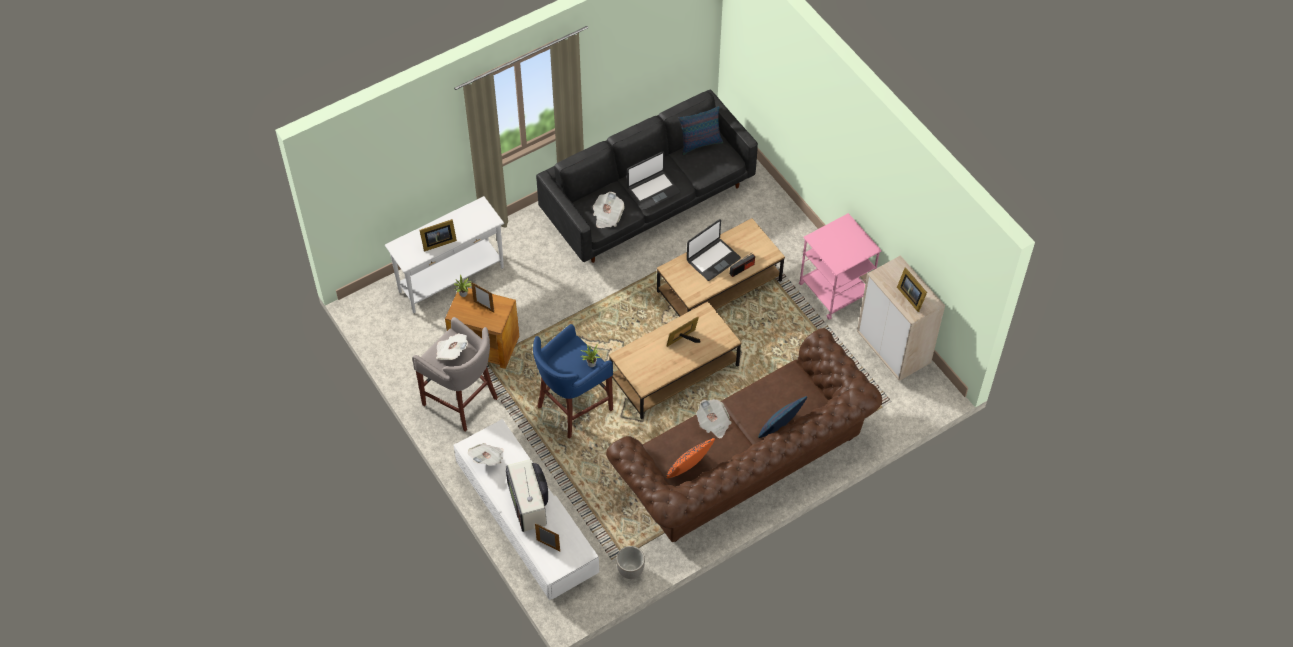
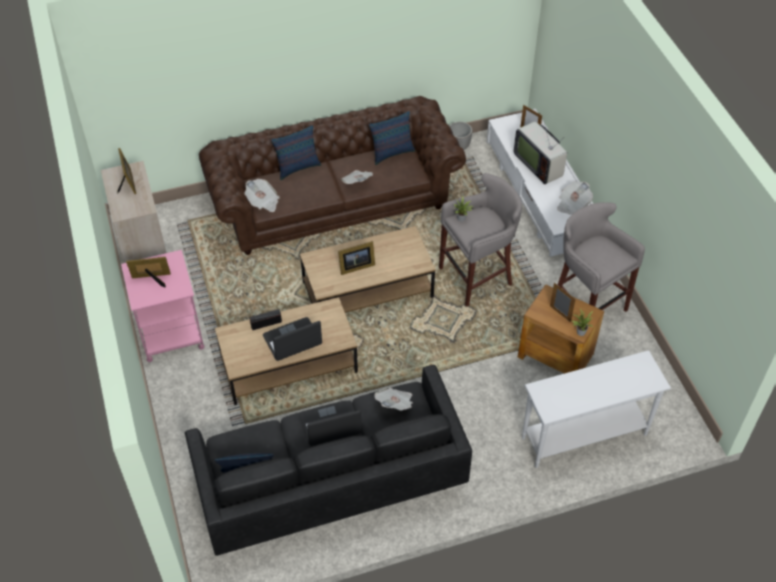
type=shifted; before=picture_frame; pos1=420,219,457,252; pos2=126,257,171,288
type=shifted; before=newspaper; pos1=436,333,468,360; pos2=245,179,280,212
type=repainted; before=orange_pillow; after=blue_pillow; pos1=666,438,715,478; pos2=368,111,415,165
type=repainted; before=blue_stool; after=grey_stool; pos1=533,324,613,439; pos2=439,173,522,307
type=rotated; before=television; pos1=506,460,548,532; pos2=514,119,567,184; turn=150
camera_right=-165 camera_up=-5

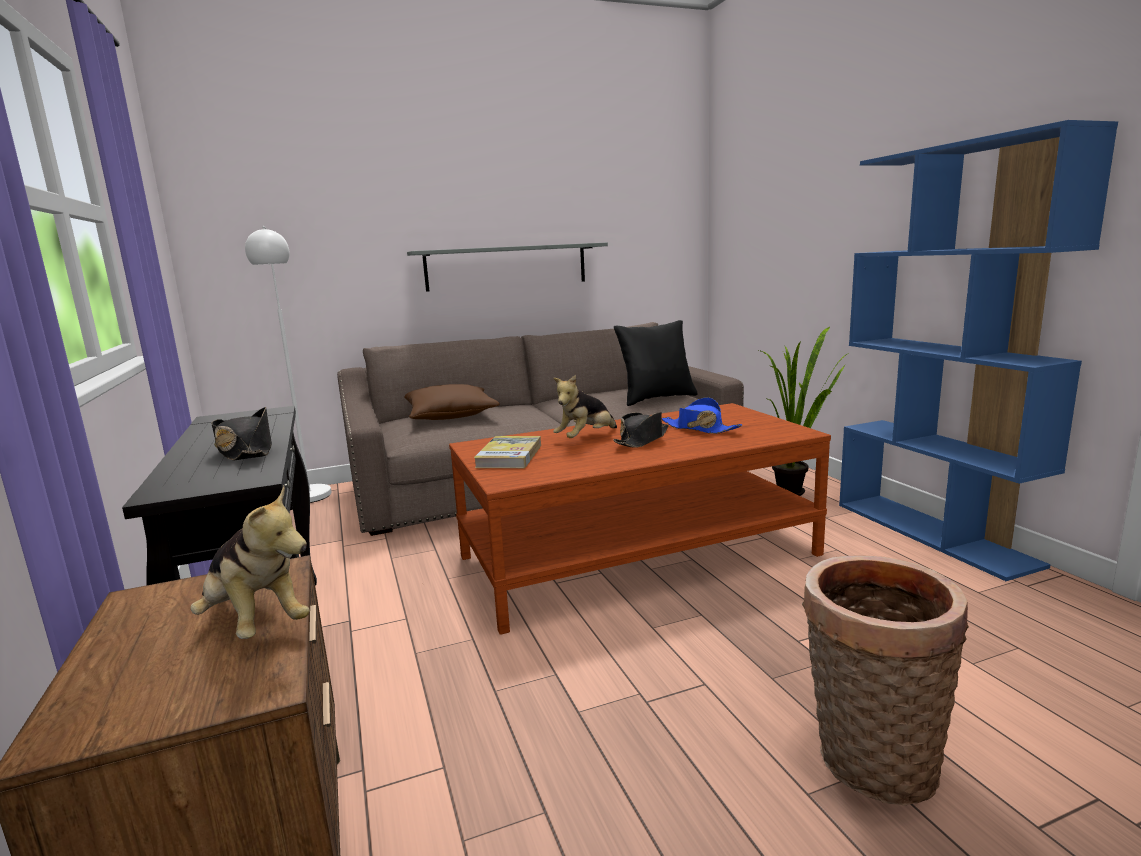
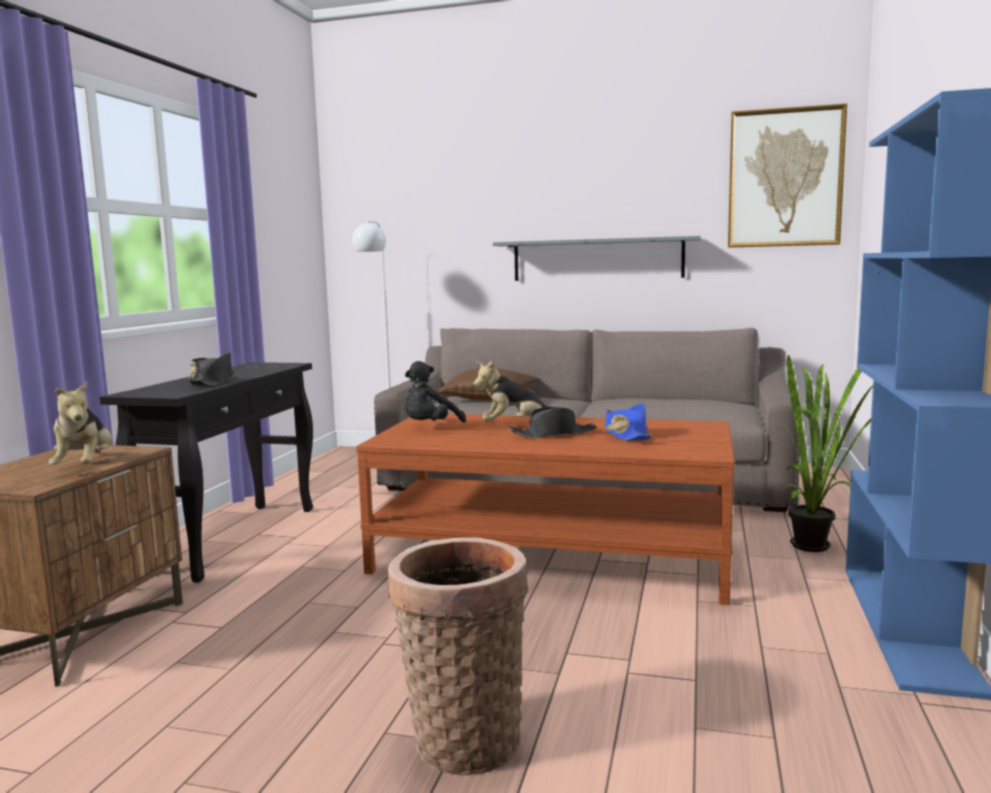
type=swapped; before=book; after=black_plush_toy; pos1=474,436,541,468; pos2=405,361,466,422
type=new; after=picture; pos2=728,104,847,248
type=gone; before=black_pillow; pos1=614,320,698,406
camera_right=35 camera_up=-5

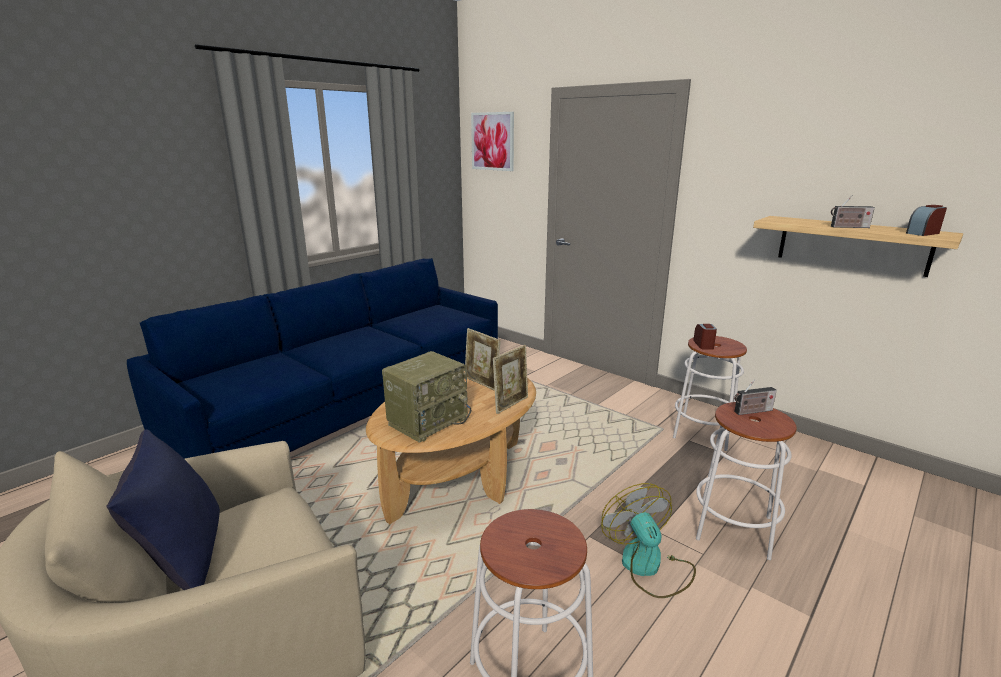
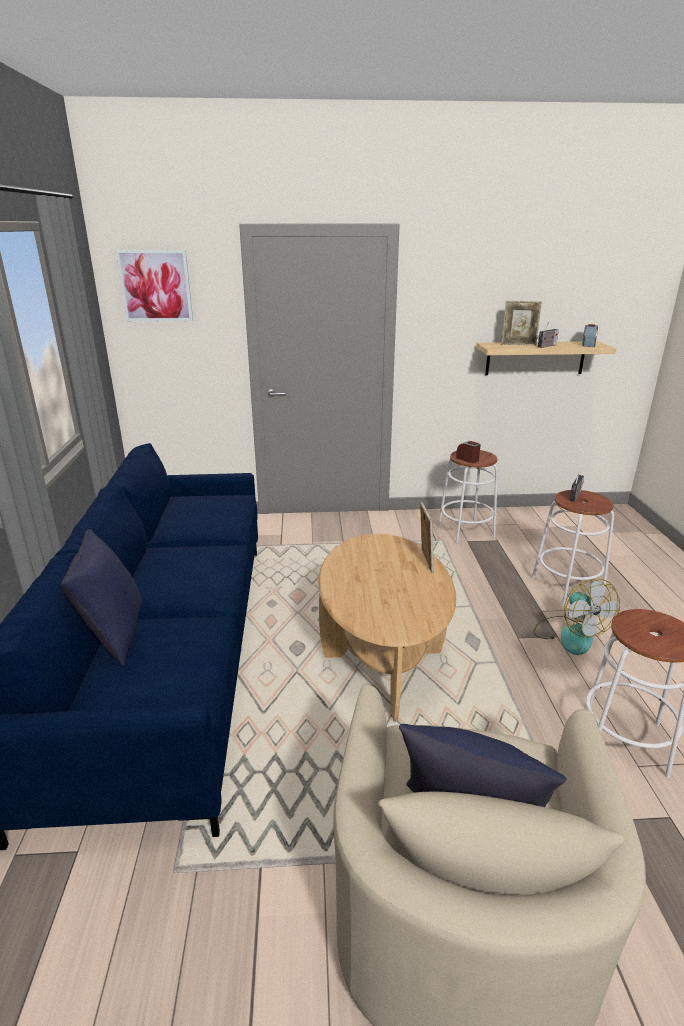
type=new; after=blue_pillow; pos2=61,529,142,665
type=shifted; before=picture_frame; pos1=465,328,501,391; pos2=501,301,542,345
type=rotated; before=fan; pos1=601,483,696,598; pos2=533,578,620,655; turn=-135
type=gone; before=radio; pos1=382,351,471,443
camera_right=-45 camera_up=5

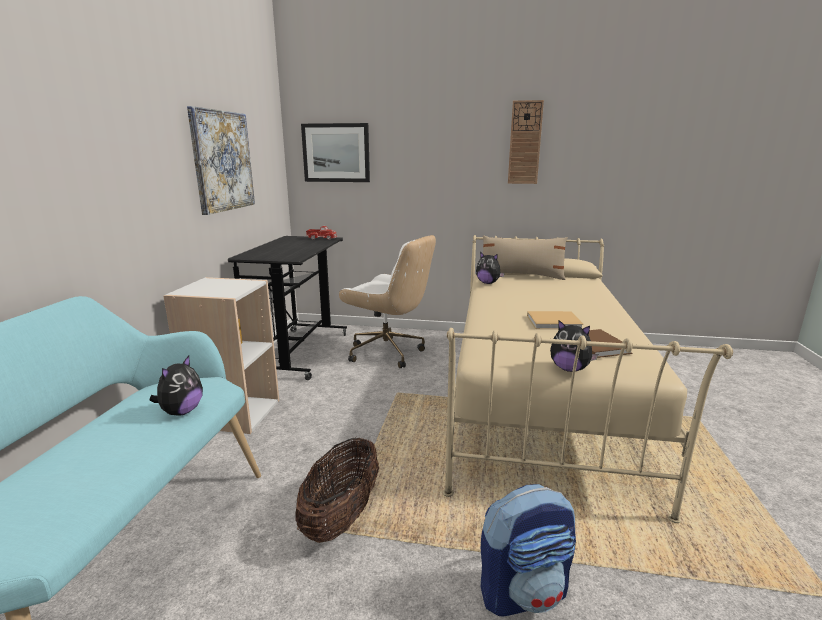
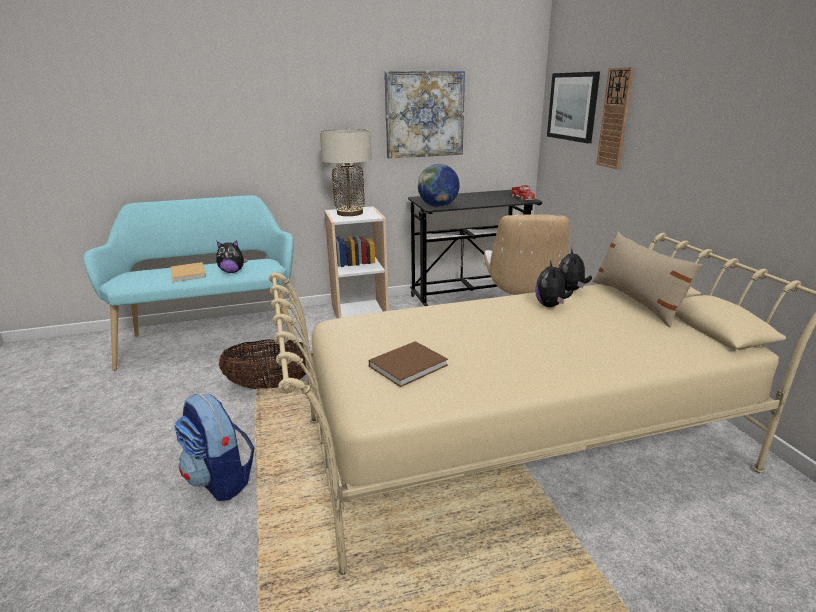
type=shifted; before=beige_book; pos1=527,311,584,329; pos2=171,262,206,282
type=new; after=table_lamp; pos2=320,129,372,216
type=new; after=globe; pos2=418,164,460,207
type=shifted; before=plush_toy; pos1=550,320,598,372; pos2=535,260,573,307
type=shifted; before=wall_clock; pos1=508,100,544,184; pos2=596,67,634,169
camera_right=65 camera_up=5

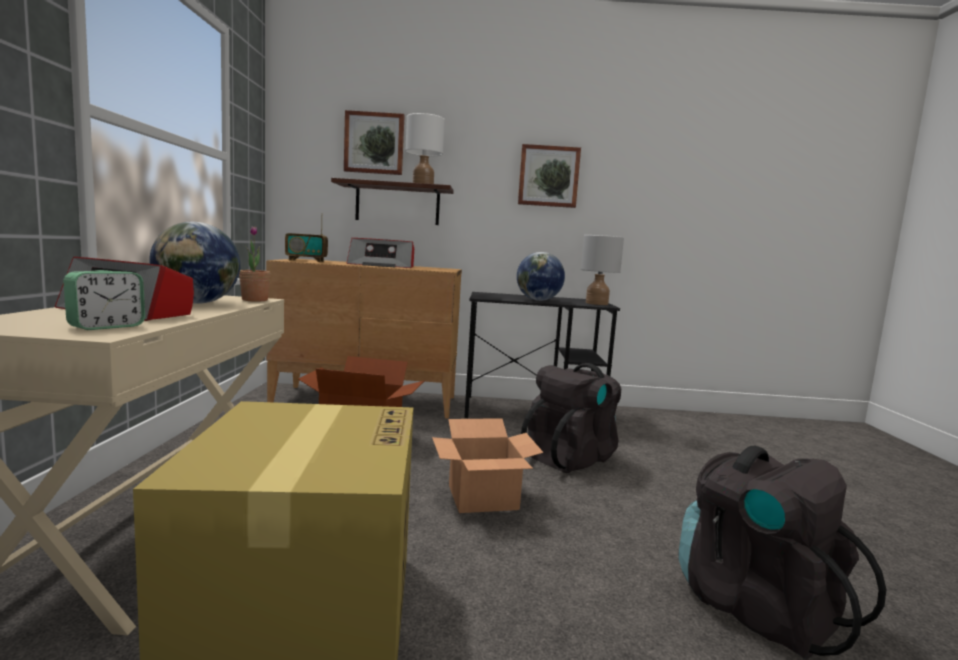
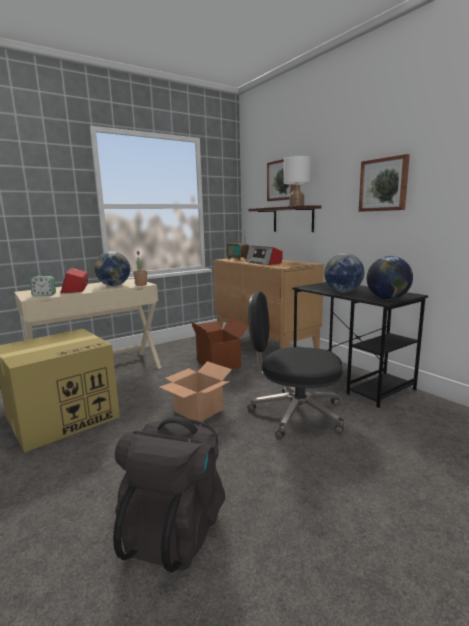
type=swapped; before=black_backpack; after=black_office_chair; pos1=521,363,621,473; pos2=247,292,344,439
type=swapped; before=grey_table_lamp; after=globe; pos1=581,235,624,305; pos2=367,256,413,300
camera_right=55 camera_up=5

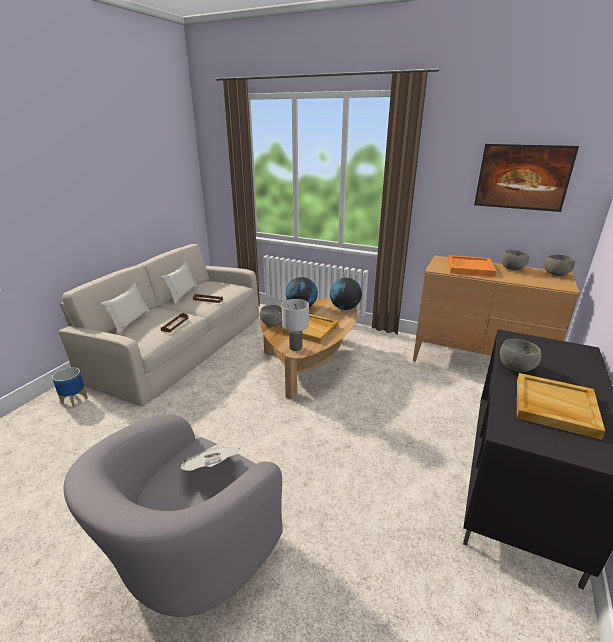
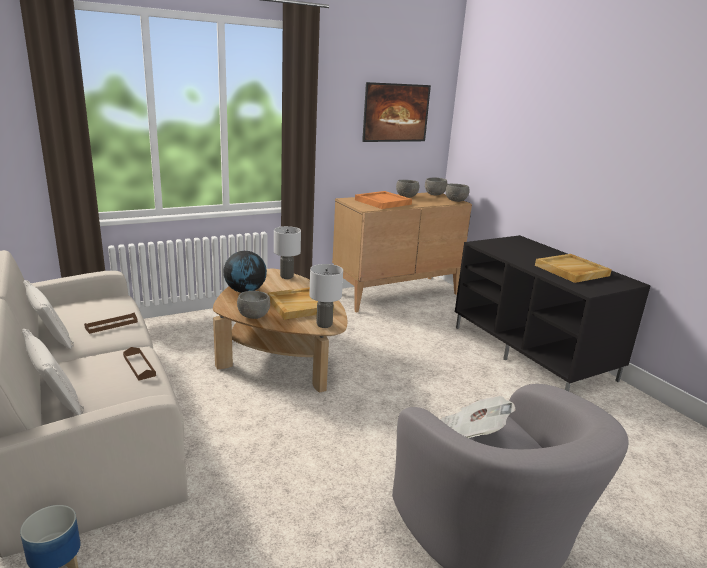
type=swapped; before=globe; after=white_table_lamp; pos1=330,278,362,310; pos2=274,226,301,279
type=shifted; before=grey_bowl; pos1=500,339,541,372; pos2=446,184,469,202
camera_right=-55 camera_up=-5

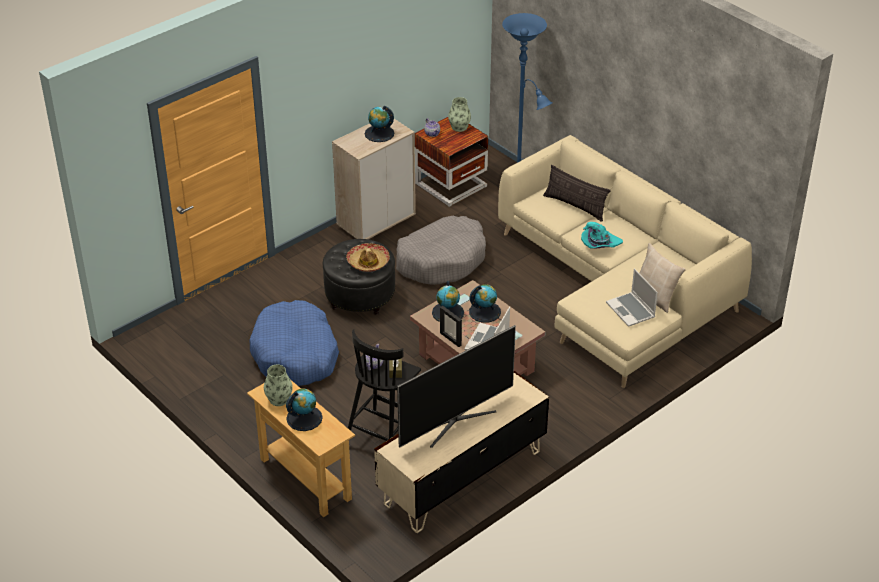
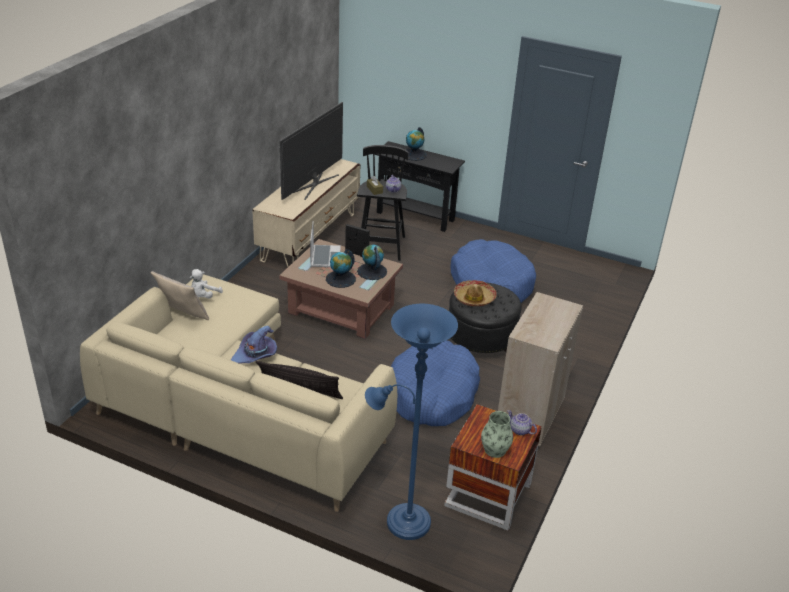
type=swapped; before=laptop; after=white_plush_toy; pos1=606,269,658,327; pos2=190,269,223,299
type=repainted; before=turquoise_hat; after=purple_hat; pos1=581,222,623,249; pos2=231,326,277,364
type=repainted; before=beige_console_table; after=black_console_table; pos1=247,380,355,517; pos2=375,141,465,232
type=repainted; before=grey_dog_bed; after=blue_dog_bed; pos1=396,216,486,285; pos2=391,341,480,426
type=gone; before=vase; pos1=264,364,293,406
type=gone; before=globe; pos1=365,106,394,142
camera_right=155 camera_up=-5

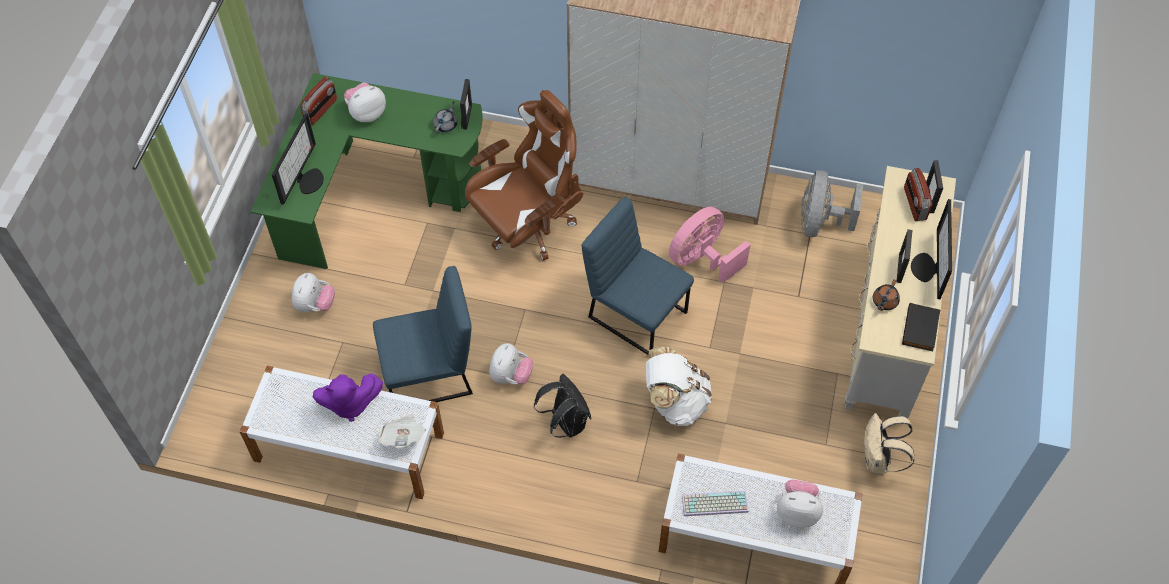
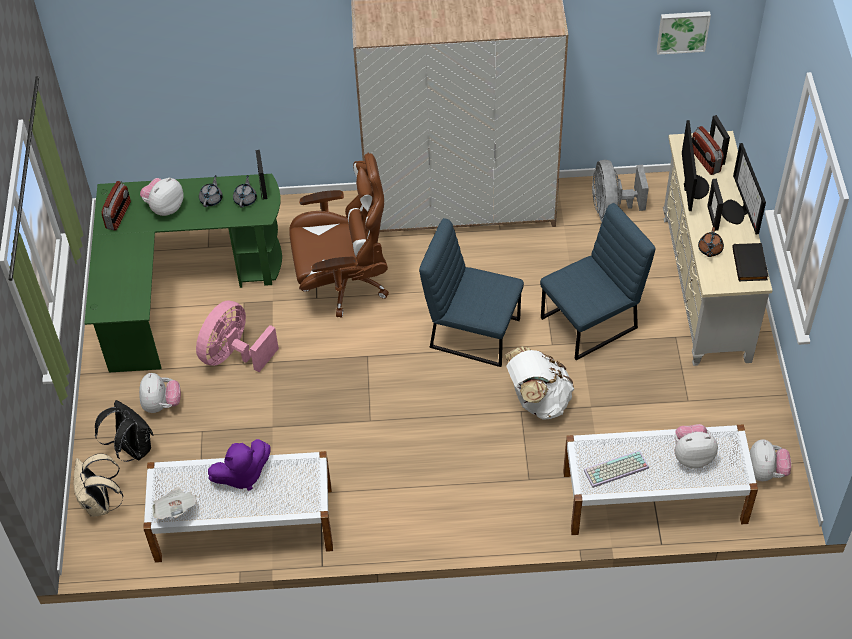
type=shifted; before=beige_backpack; pos1=863,413,915,474; pos2=74,453,123,517
type=shifted; before=black_backpack; pos1=534,374,591,438; pos2=95,400,154,462
type=shifted; before=newspaper; pos1=378,414,426,448; pos2=152,487,197,519
type=shifted; before=pink_fan; pos1=669,207,750,283; pos2=196,300,279,372
type=new; after=grey_teapot; pos2=199,175,223,207
type=rotated; before=brown_office_chair; pos1=465,90,583,261; pos2=289,153,389,317; turn=45
type=shifted; before=blue_chair; pos1=373,266,473,402; pos2=540,203,656,360
type=new; after=picture; pos2=657,11,711,55
type=shifted; before=monitor; pos1=272,113,324,205; pos2=682,120,709,211
type=shifted; before=plush_toy; pos1=489,343,533,384; pos2=750,439,791,481
camera_right=-15 camera_up=-5

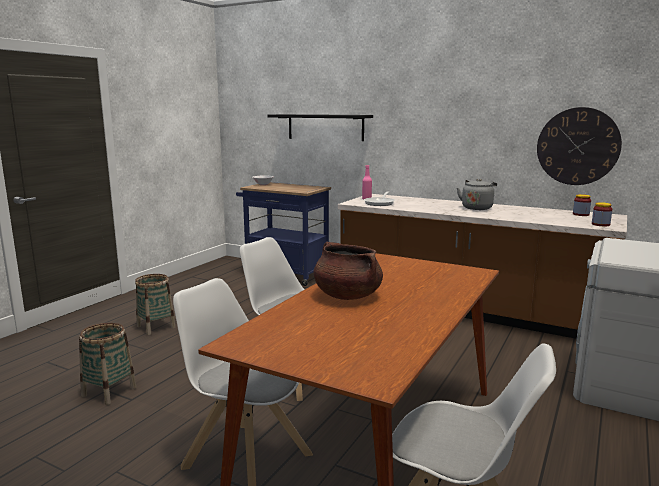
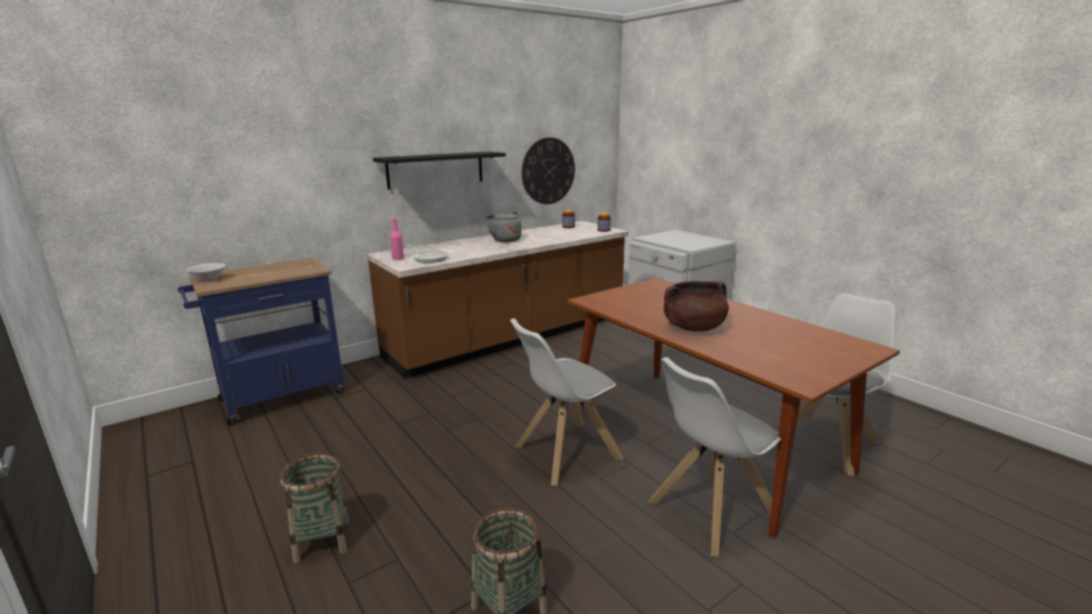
type=shifted; before=black_shelf; pos1=268,114,373,141; pos2=373,152,506,190
camera_right=-65 camera_up=5

